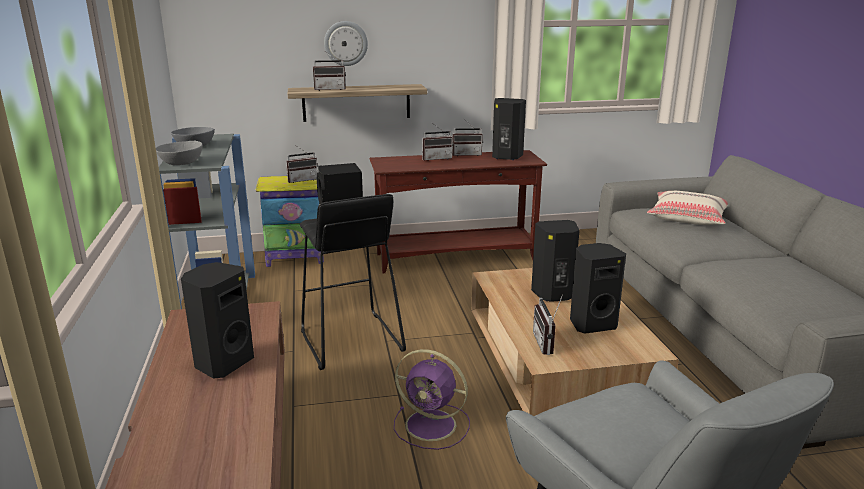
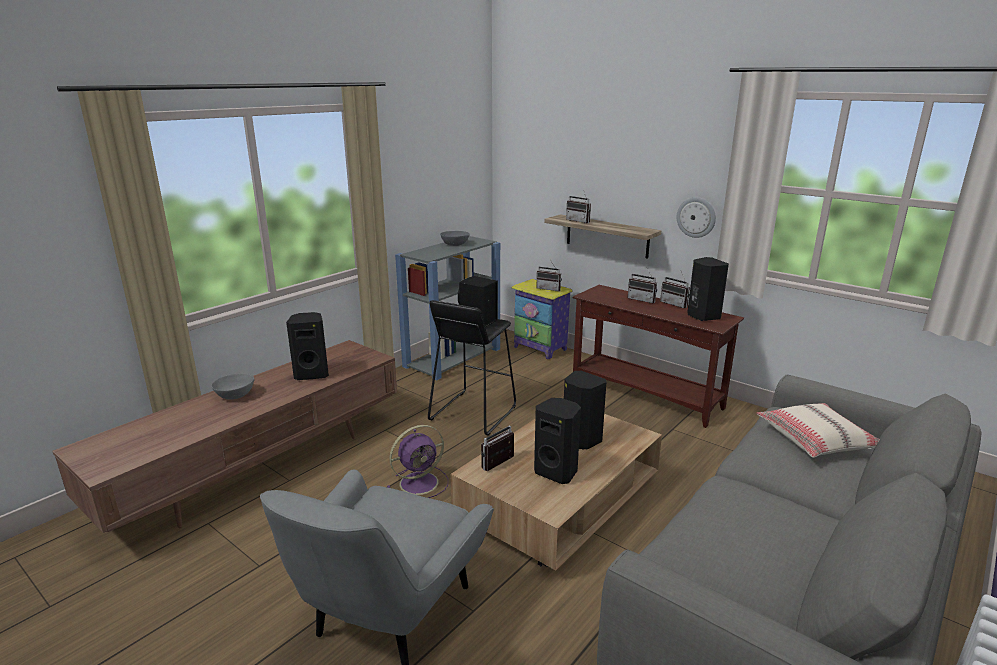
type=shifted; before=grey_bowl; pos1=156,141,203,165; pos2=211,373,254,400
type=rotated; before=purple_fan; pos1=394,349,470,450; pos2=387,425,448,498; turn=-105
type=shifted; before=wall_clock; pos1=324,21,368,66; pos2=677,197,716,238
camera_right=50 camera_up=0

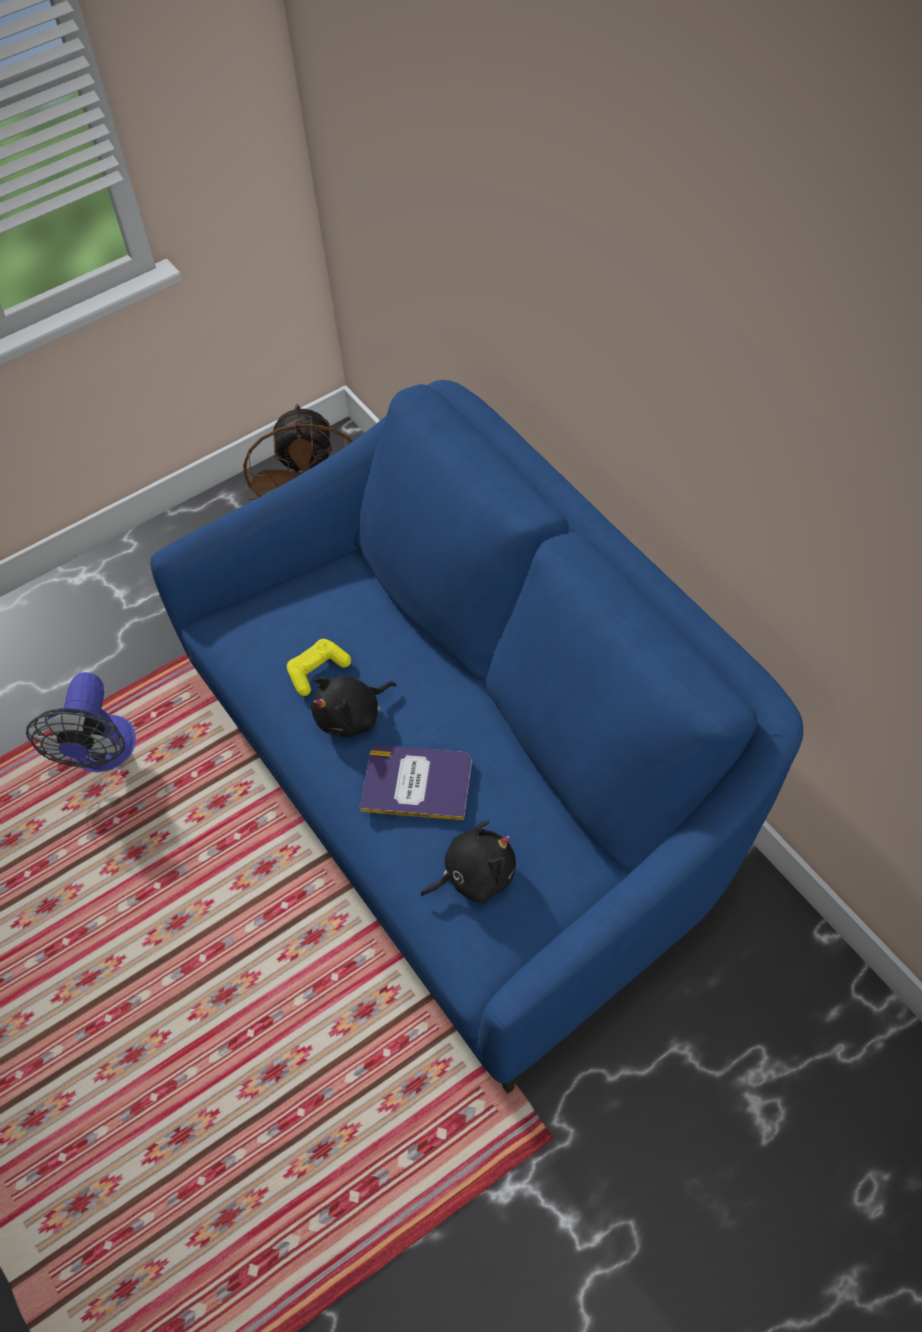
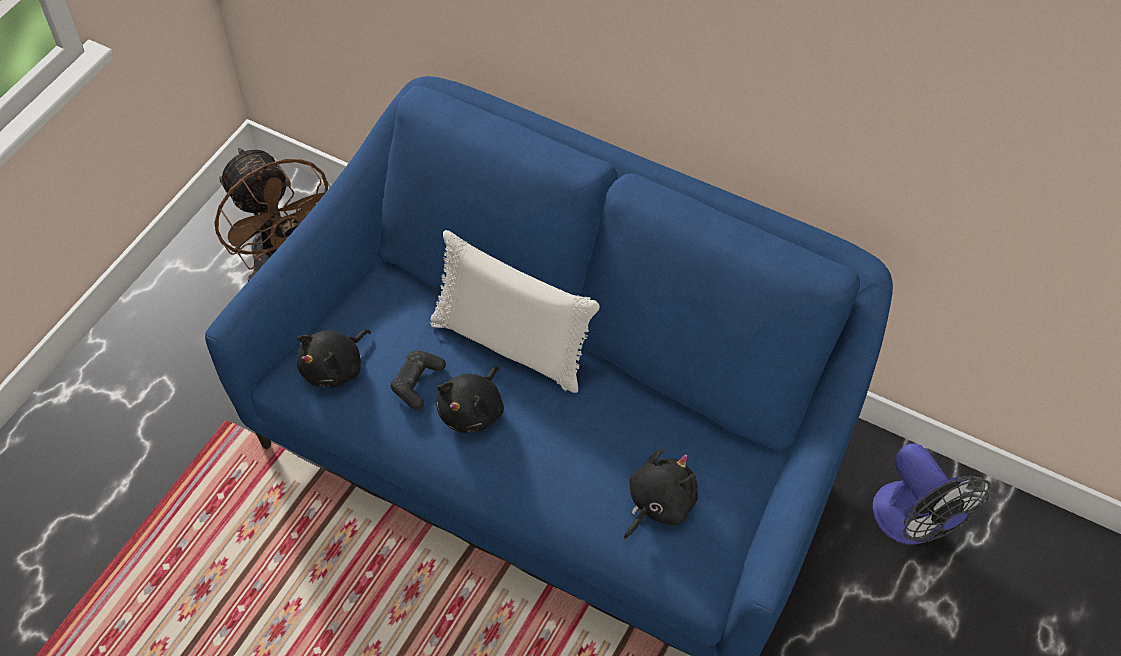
type=new; after=black_plush_toy; pos2=296,329,371,387
type=repainted; before=yellow_game_controller; after=black_game_controller; pos1=287,639,351,696; pos2=390,351,446,410
type=new; after=white_pillow; pos2=430,230,600,393
type=shifted; before=fan; pos1=26,672,136,772; pos2=873,443,990,544
type=gone; before=book; pos1=360,745,472,820
camera_right=-30 camera_up=0

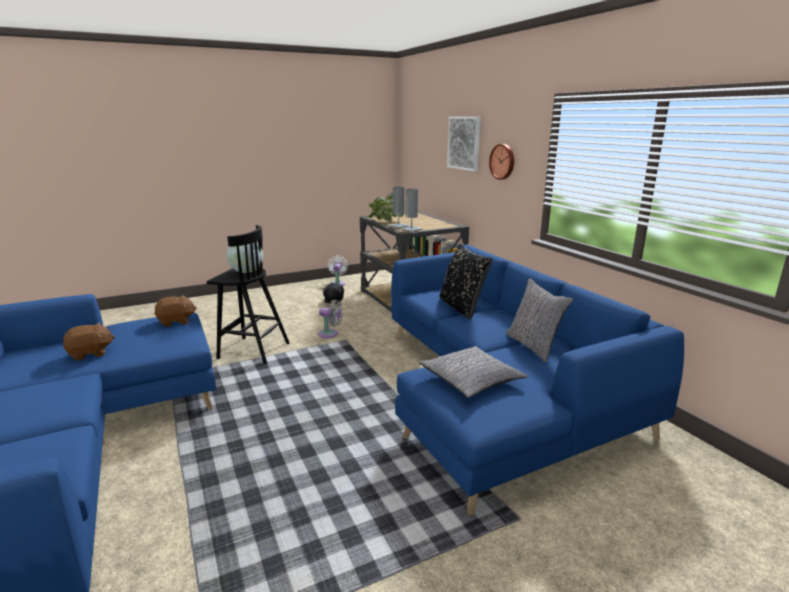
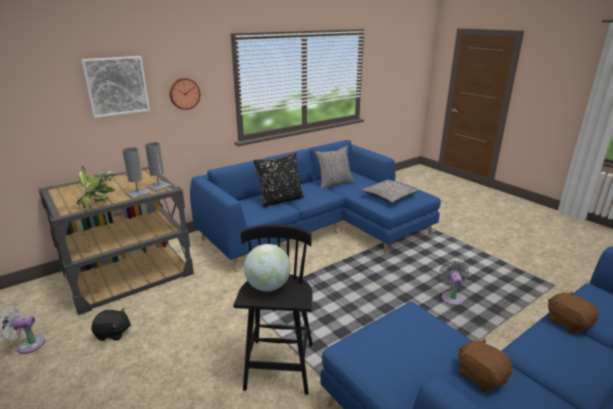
type=shifted; before=grey_fan; pos1=318,300,343,338; pos2=439,260,469,305
type=shifted; before=brown_plush_toy; pos1=154,295,197,327; pos2=548,291,598,334
camera_right=-100 camera_up=5

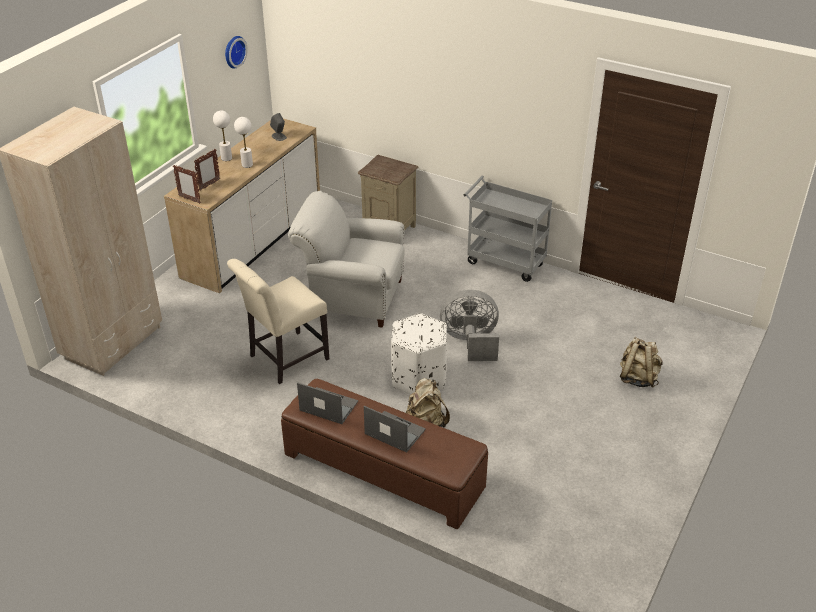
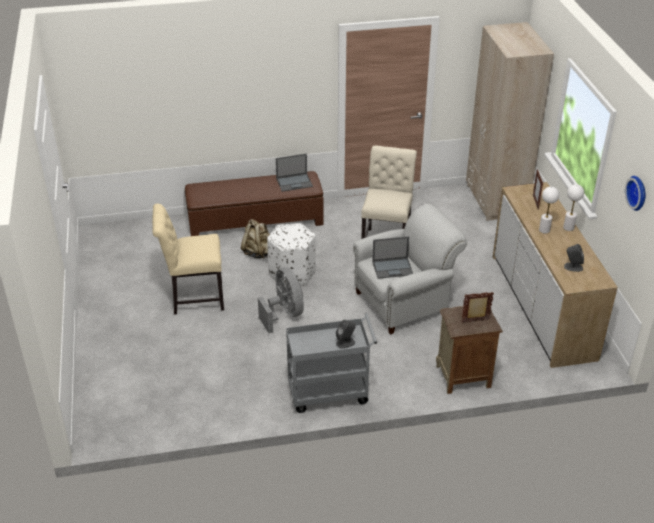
type=new; after=beige_chair; pos2=152,204,224,315
type=rotated; before=grey_fan; pos1=440,290,499,361; pos2=258,267,304,333; turn=-75
type=new; after=grey_speaker; pos2=336,320,356,348
type=shifted; before=laptop; pos1=364,406,426,453; pos2=372,236,413,279
type=shifted; before=picture_frame; pos1=173,165,201,204; pos2=461,292,494,322
type=gone; before=beige_backpack; pos1=620,337,663,388
camera_right=140 camera_up=0

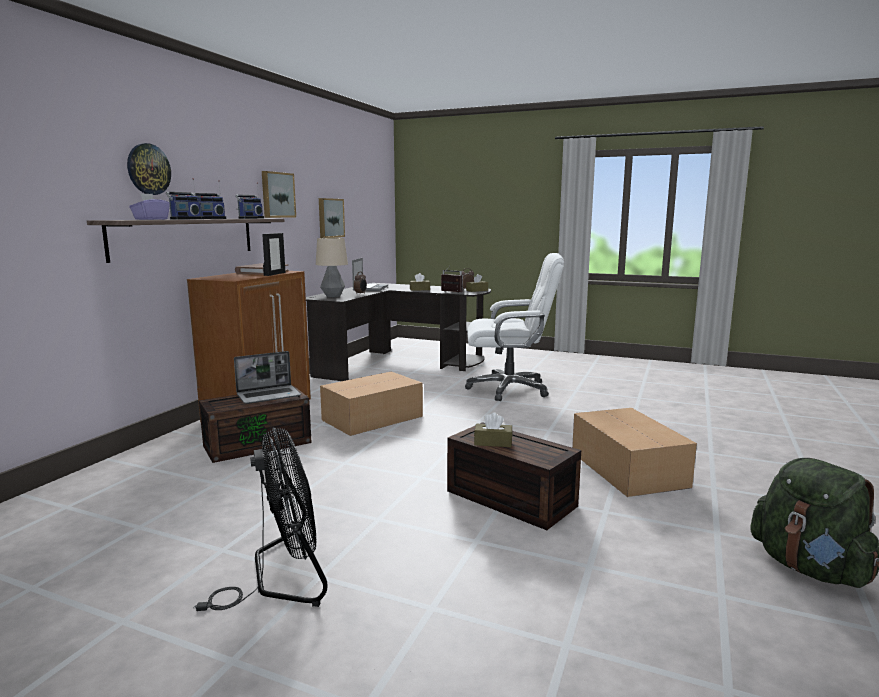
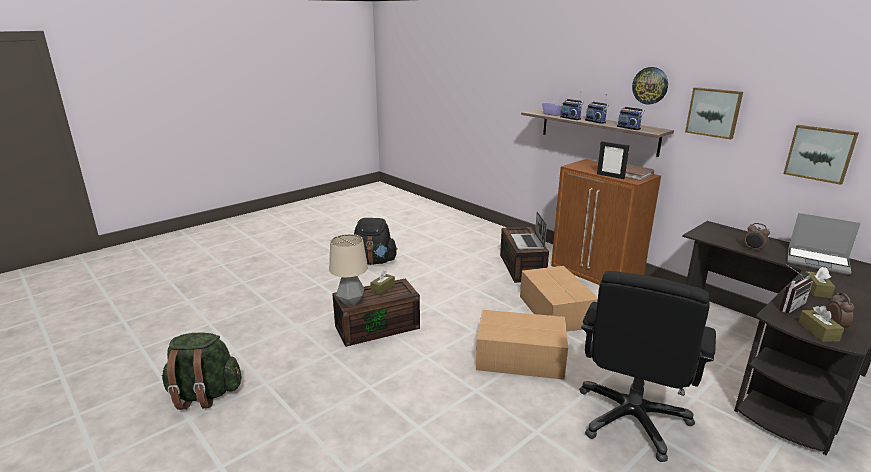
type=shifted; before=table_lamp; pos1=316,238,348,297; pos2=329,234,368,306
type=swapped; before=black_fan; after=black_backpack; pos1=193,427,327,611; pos2=354,218,398,265
type=shifted; before=cardboard_box; pos1=572,408,697,497; pos2=476,310,568,380
type=repainted; before=white_office_chair; after=black_office_chair; pos1=465,253,564,401; pos2=579,271,716,462
type=shifted; before=wall_clock; pos1=127,143,171,195; pos2=632,67,668,105
camera_right=115 camera_up=10

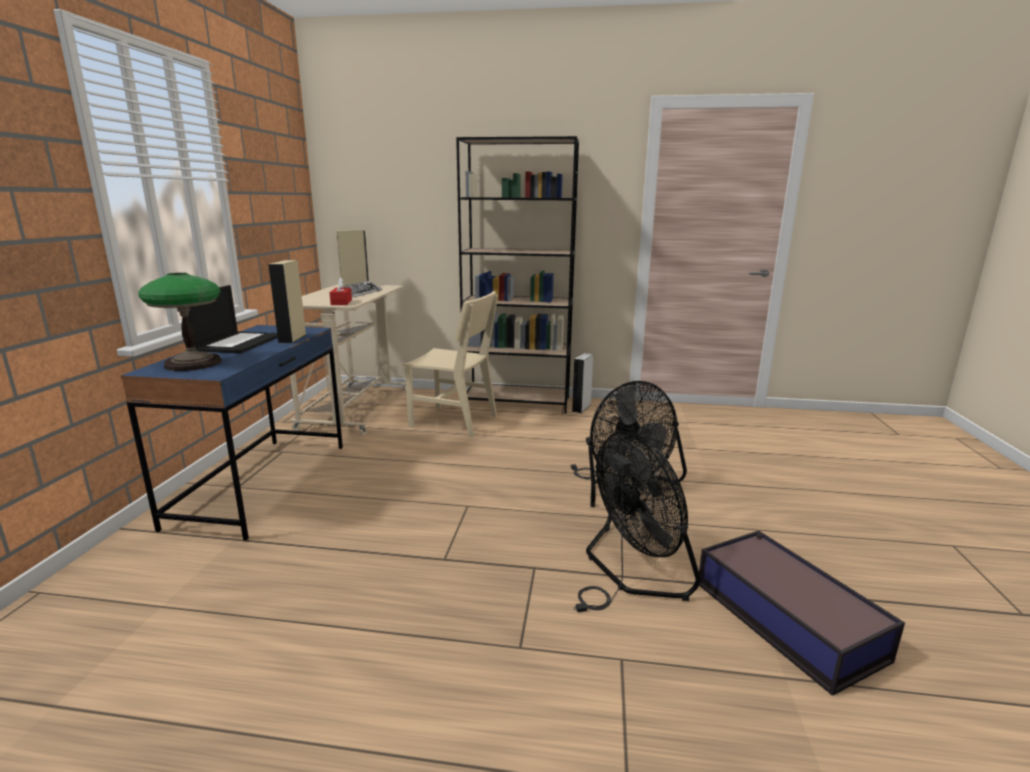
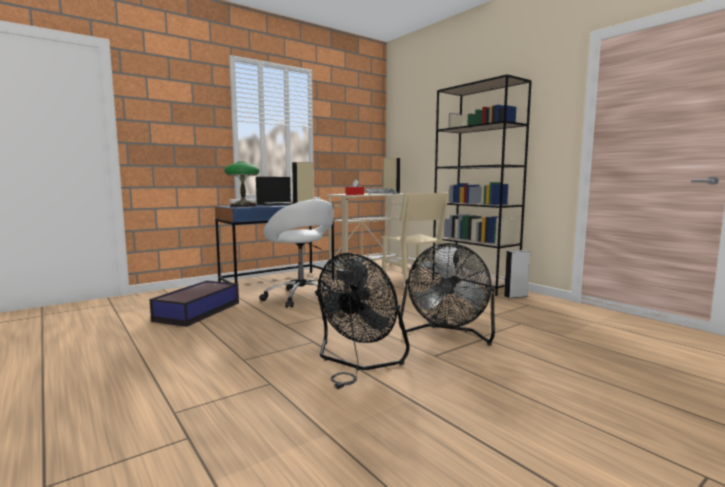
type=shifted; before=storage_box; pos1=699,530,905,696; pos2=149,281,239,327
type=new; after=white_office_chair; pos2=259,199,334,308
type=rotated; before=black_fan; pos1=573,431,701,612; pos2=315,253,410,389; turn=-75
camera_right=45 camera_up=-10

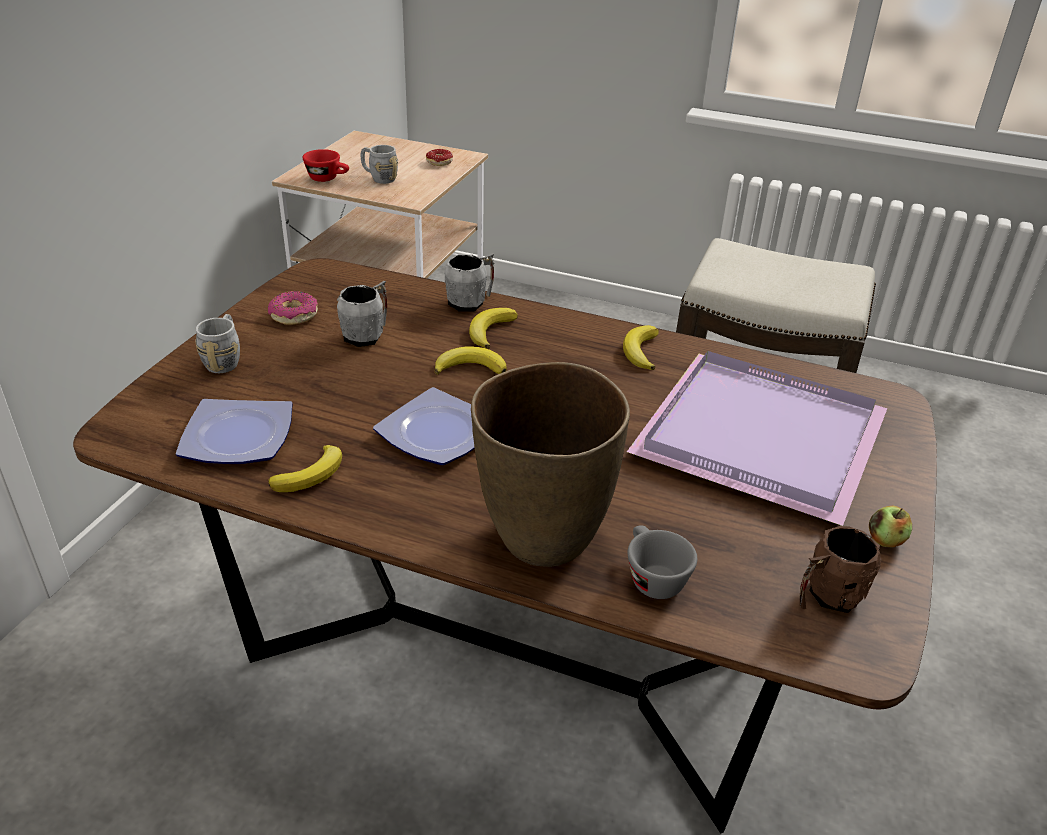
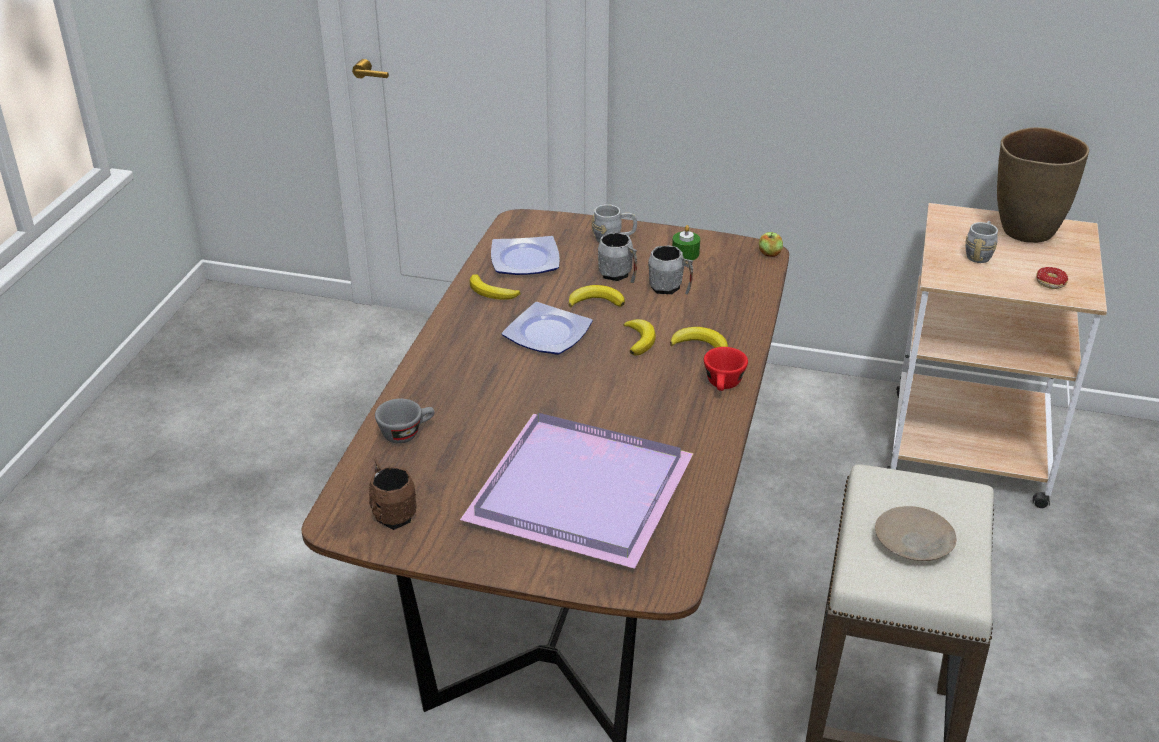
type=shifted; before=banana; pos1=623,325,659,370; pos2=569,285,625,307
type=shifted; before=grey_mug; pos1=445,253,494,312; pos2=598,232,637,283
type=swapped; before=donut; after=green_candle; pos1=268,291,318,325; pos2=672,225,700,261
type=shifted; before=red_cup; pos1=303,149,349,182; pos2=704,347,748,391
type=shifted; before=apple; pos1=869,506,912,548; pos2=759,232,783,257
type=new; after=beige_plate; pos2=875,506,957,561
type=shifted; before=brown_vase; pos1=471,362,630,567; pos2=997,127,1089,243
camera_right=85 camera_up=0

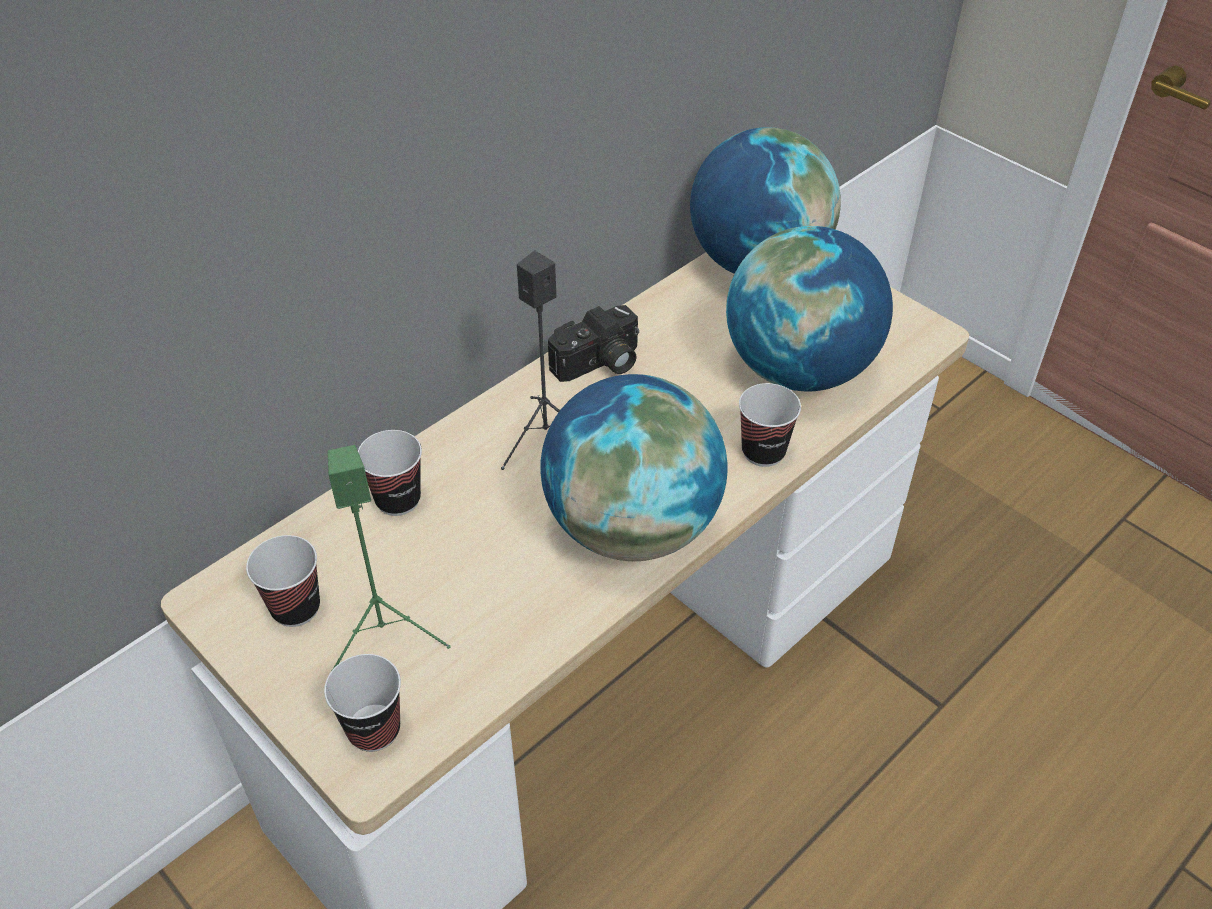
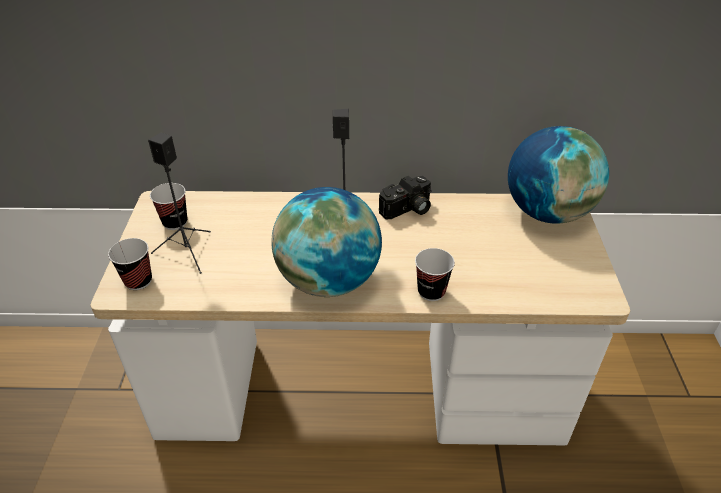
type=repainted; before=green_speaker; after=black_speaker; pos1=328,445,451,676; pos2=148,133,211,274
type=rotated; before=photo_camera; pos1=548,305,639,382; pos2=379,176,431,220; turn=-45
type=gone; before=cup; pos1=358,430,422,516
type=gone; before=globe; pos1=726,226,893,391
camera_right=45 camera_up=-5

